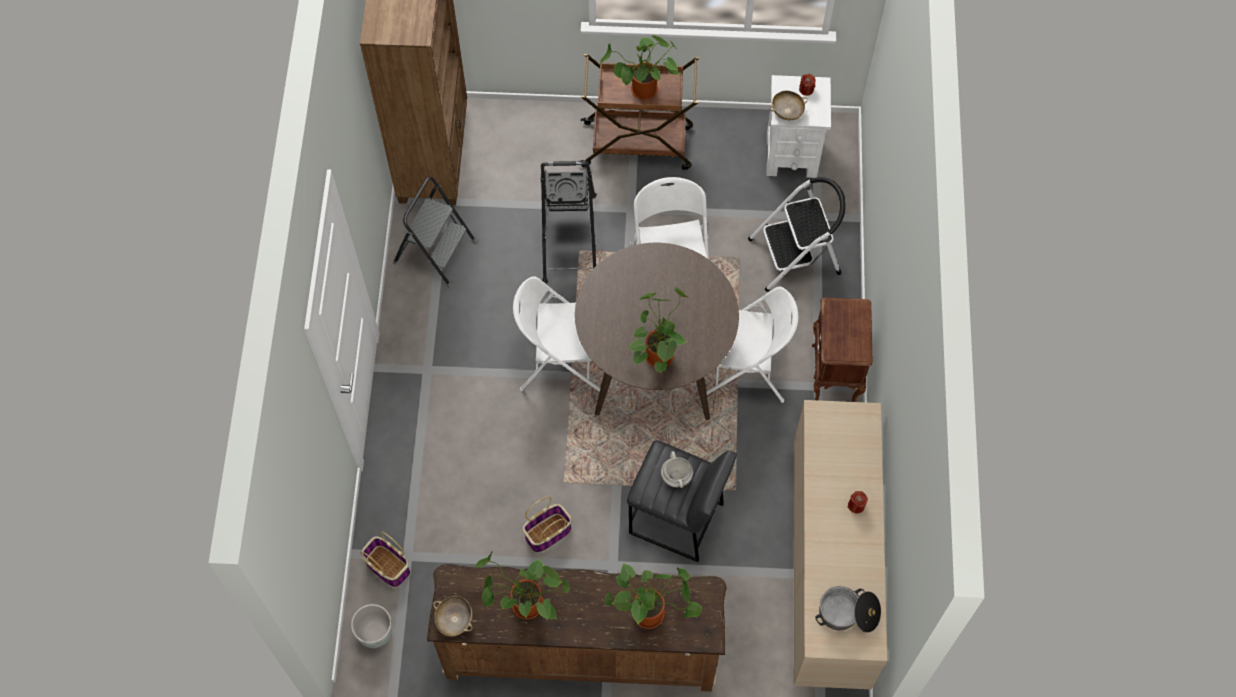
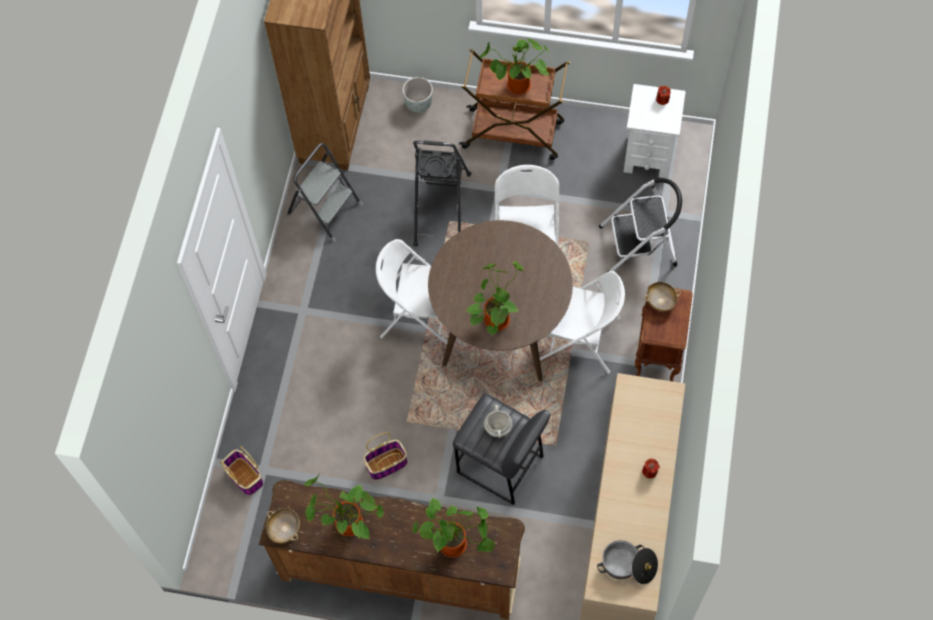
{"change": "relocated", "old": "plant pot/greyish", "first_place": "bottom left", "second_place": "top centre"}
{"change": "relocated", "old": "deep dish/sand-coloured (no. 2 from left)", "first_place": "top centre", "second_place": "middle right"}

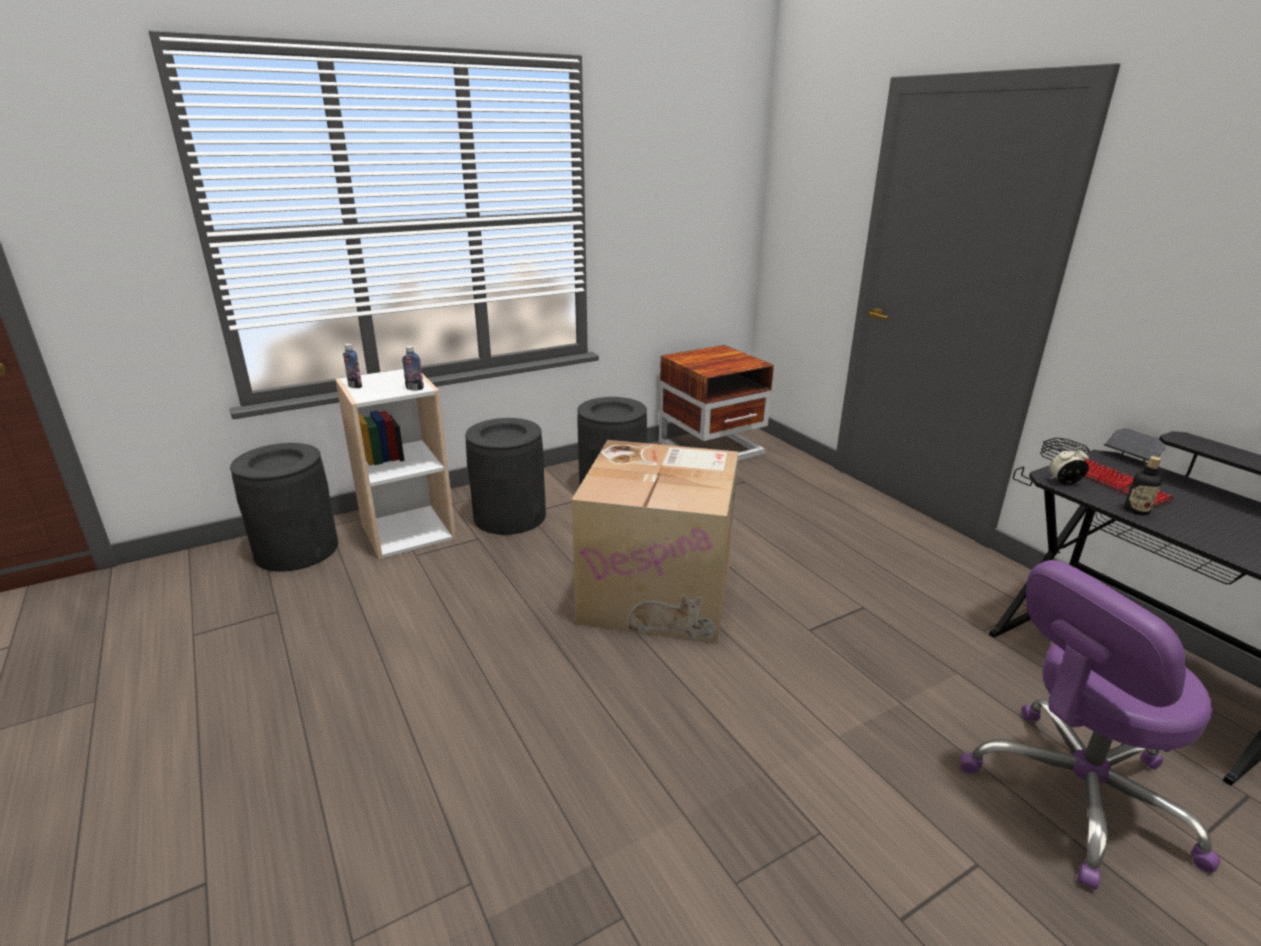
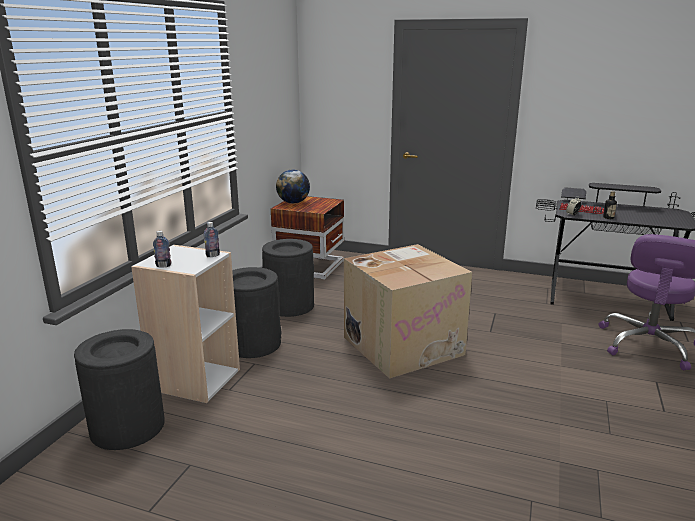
{"change": "appeared", "new": "globe", "second_place": "centre"}

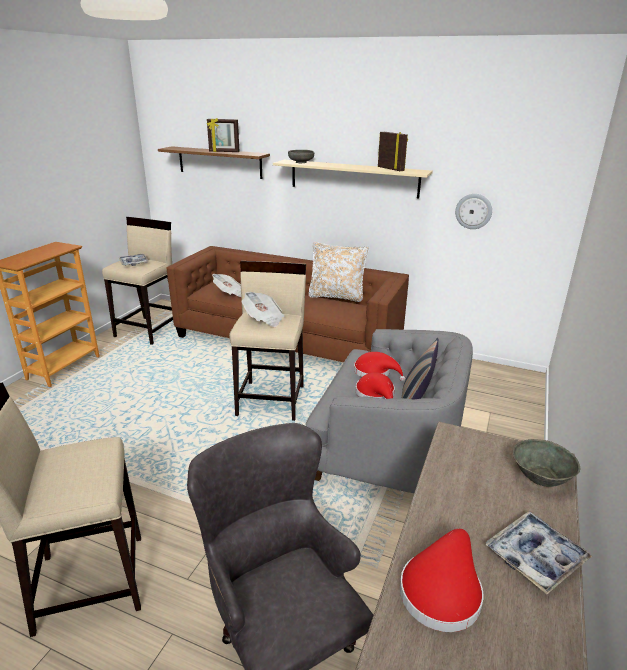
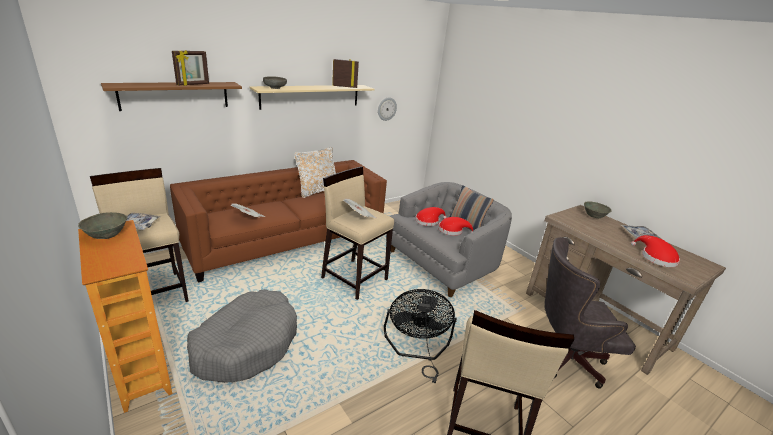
{"change": "appeared", "new": "deep dish/greyish (no. 1 from left)", "second_place": "middle left"}
{"change": "appeared", "new": "dog cushion/greyish", "second_place": "bottom left"}
{"change": "appeared", "new": "cooling fan/blackish", "second_place": "bottom centre"}

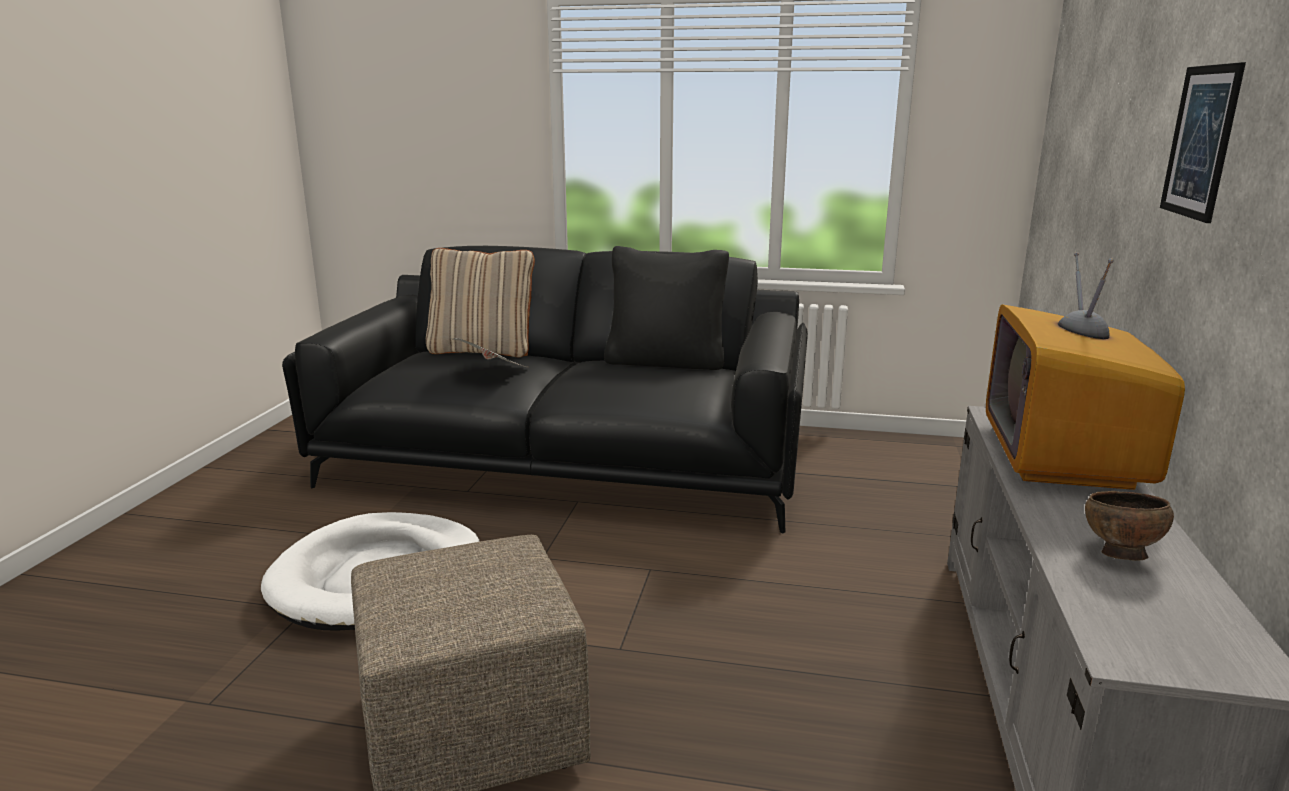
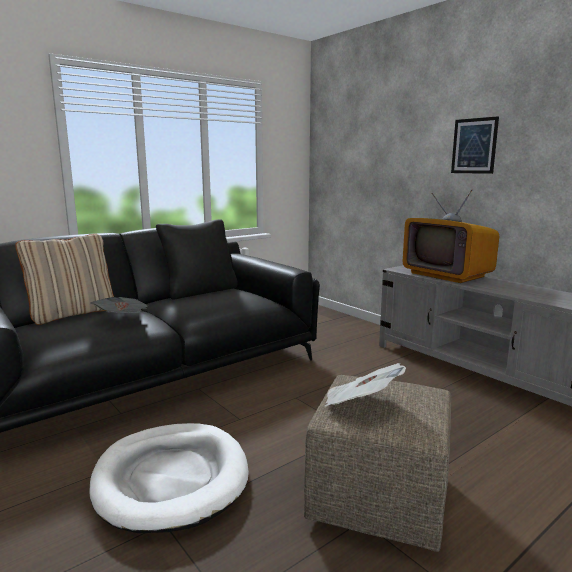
{"change": "missing", "old": "deep dish/brownish", "first_place": "middle right"}
{"change": "appeared", "new": "printed paper (no. 2 from left)", "second_place": "bottom centre"}

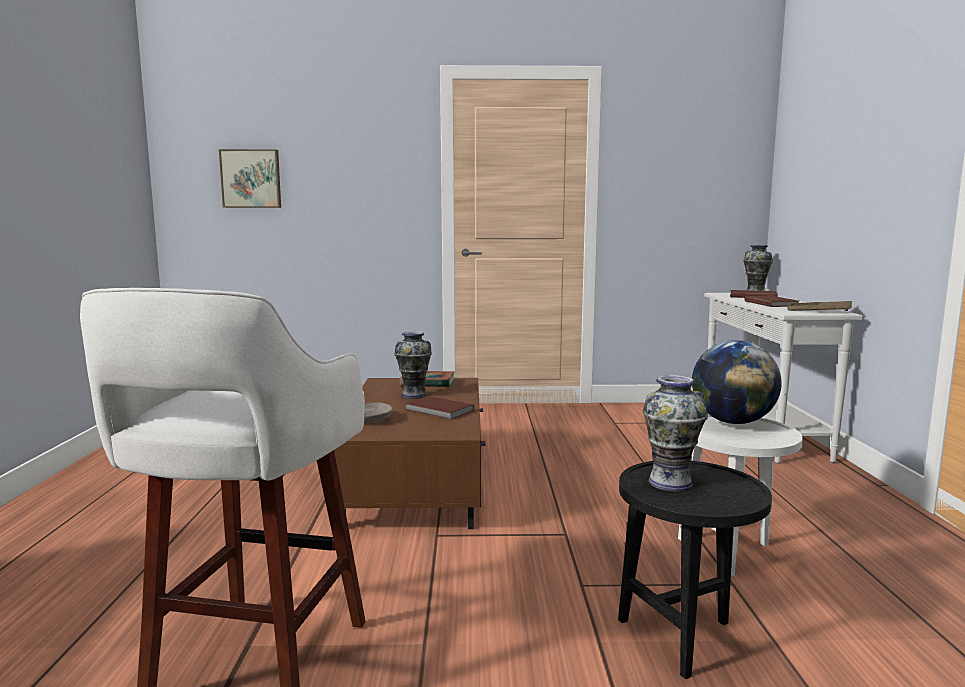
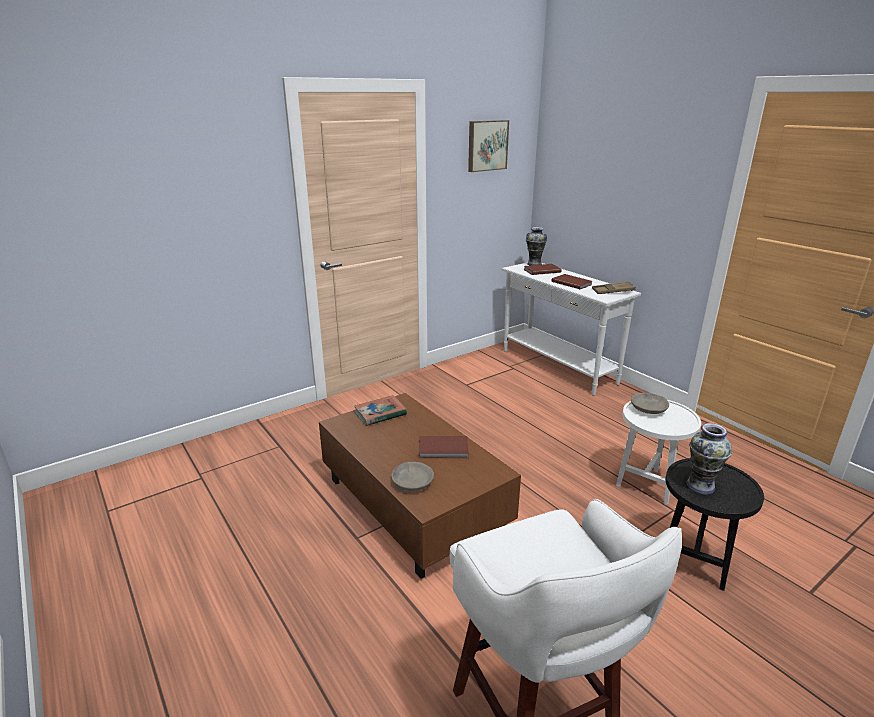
{"change": "missing", "old": "flower vase (no. 1 from left)", "first_place": "centre"}
{"change": "relocated", "old": "wall art", "first_place": "top left", "second_place": "top centre"}
{"change": "exchanged", "old": "globe", "new": "deep dish/greyish (no. 2 from left)", "first_place": "middle right", "second_place": "middle right"}

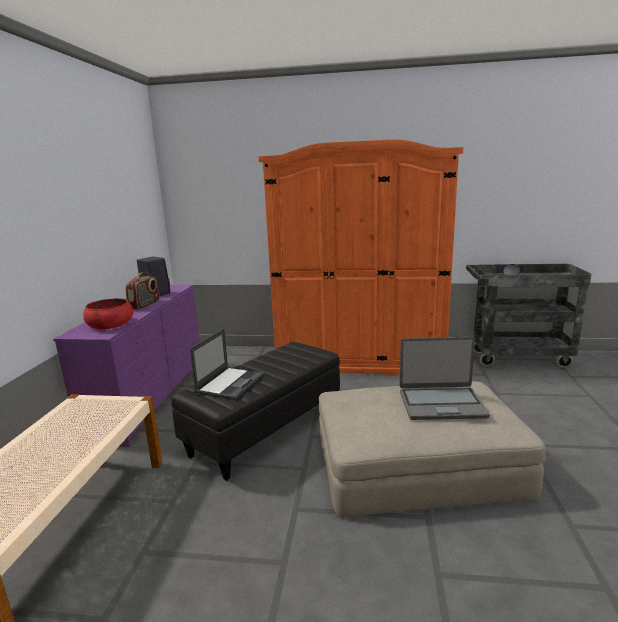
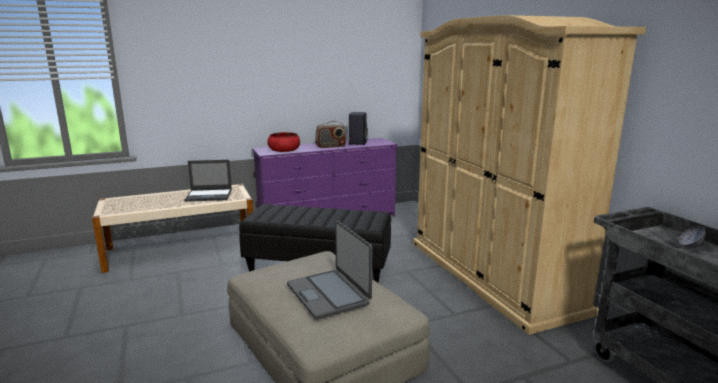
{"change": "relocated", "old": "notebook computer (no. 1 from left)", "first_place": "centre", "second_place": "middle left"}
{"change": "colour", "old": "clothes cupboard/orange", "new": "clothes cupboard/sand-coloured", "first_place": "centre", "second_place": "middle right"}

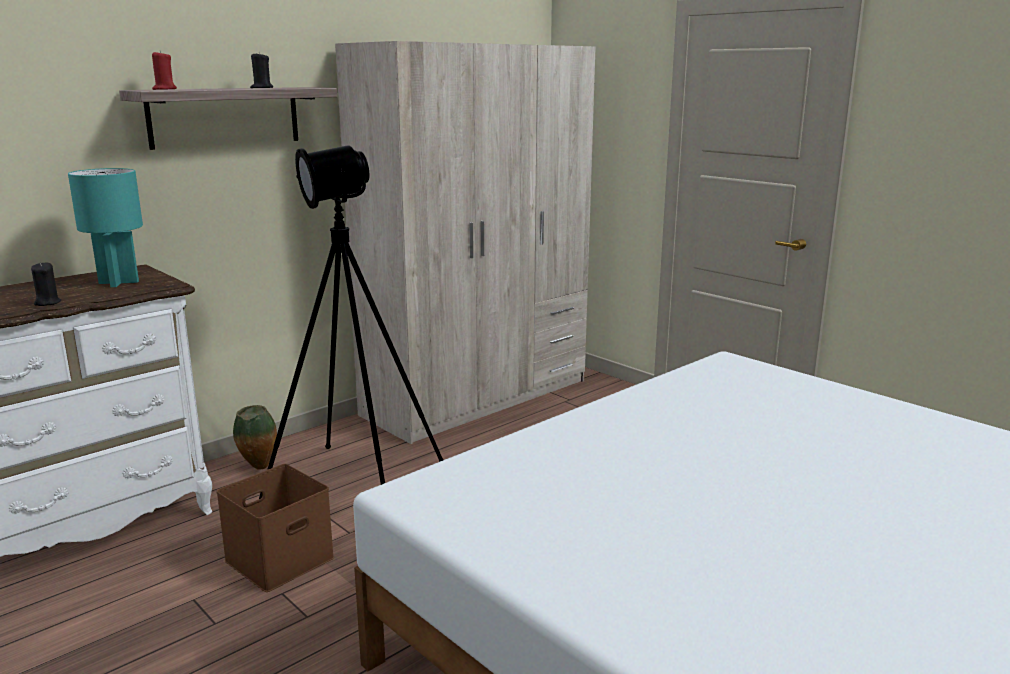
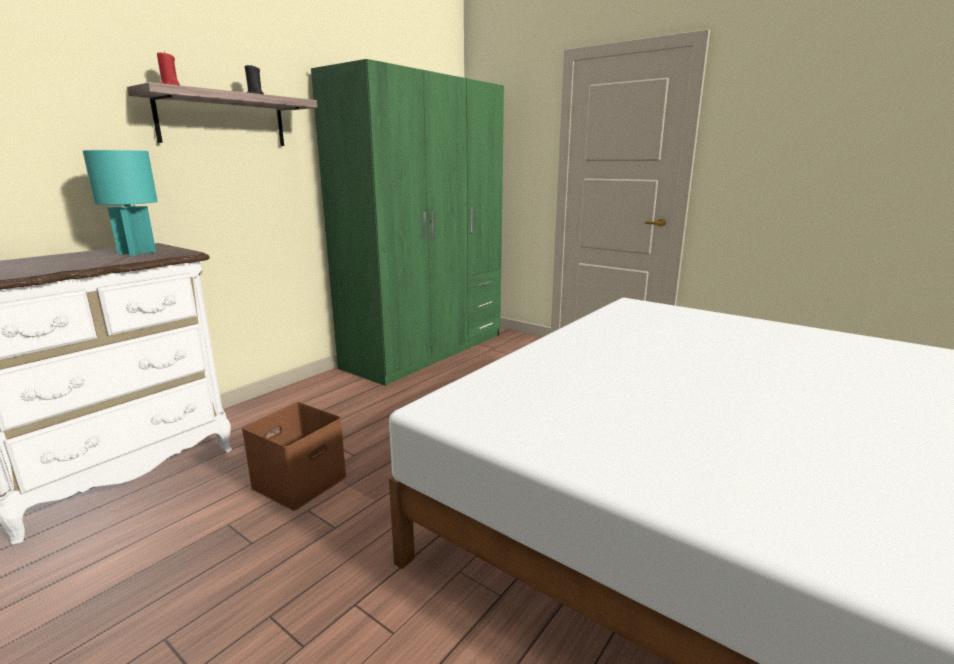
{"change": "missing", "old": "wax light/blackish (no. 1 from left)", "first_place": "middle left"}
{"change": "missing", "old": "flower vase", "first_place": "middle left"}
{"change": "missing", "old": "standard lamp/blackish", "first_place": "centre"}
{"change": "colour", "old": "clothes cupboard/sand-coloured", "new": "clothes cupboard/green-coloured", "first_place": "centre", "second_place": "centre"}

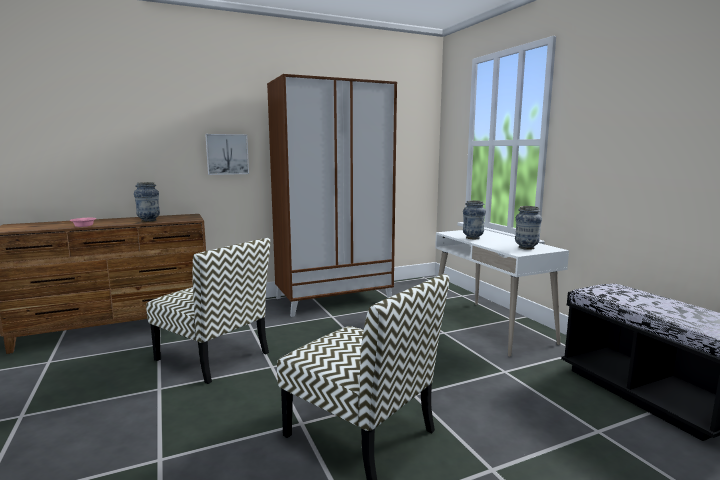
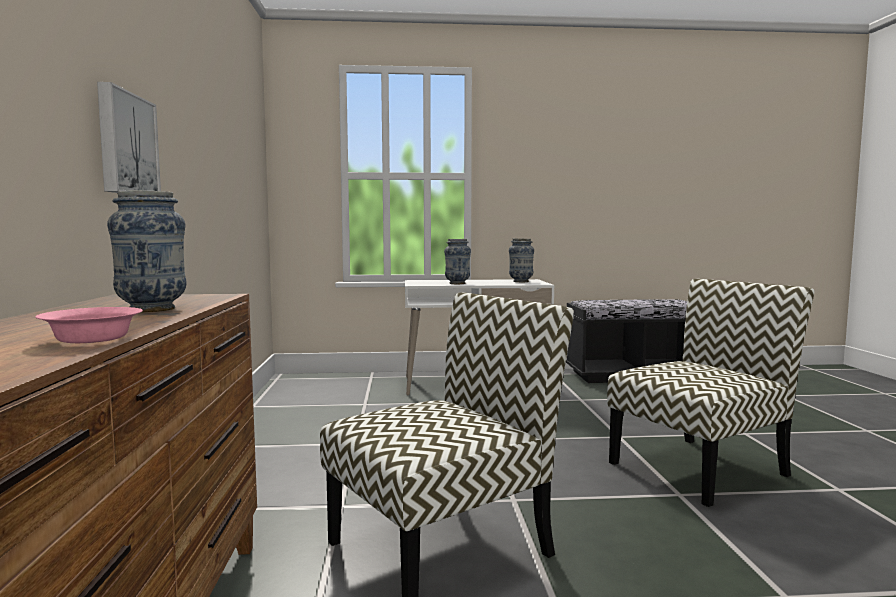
{"change": "missing", "old": "clothes cupboard/brownish", "first_place": "centre"}

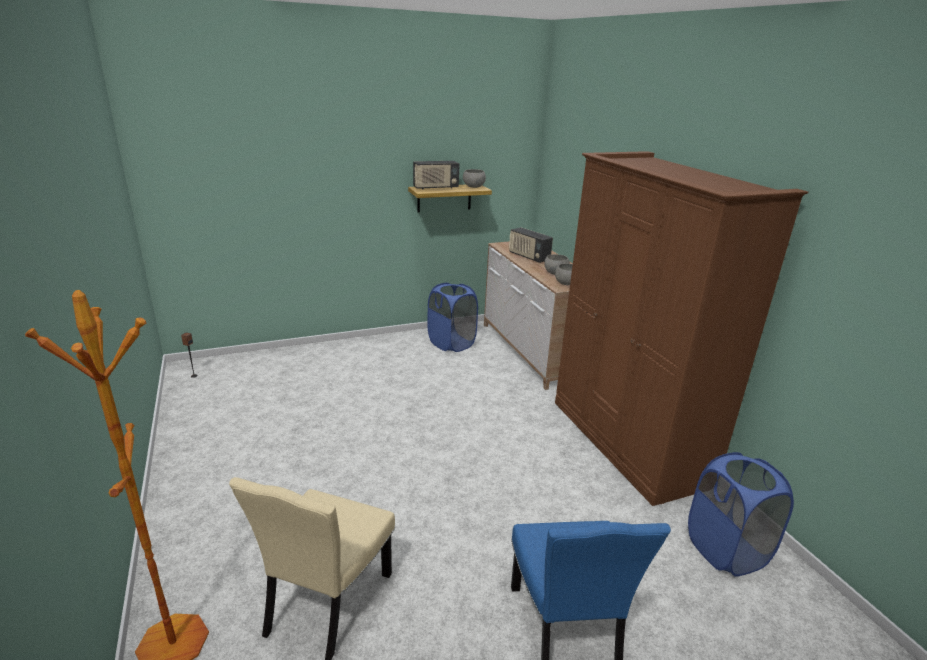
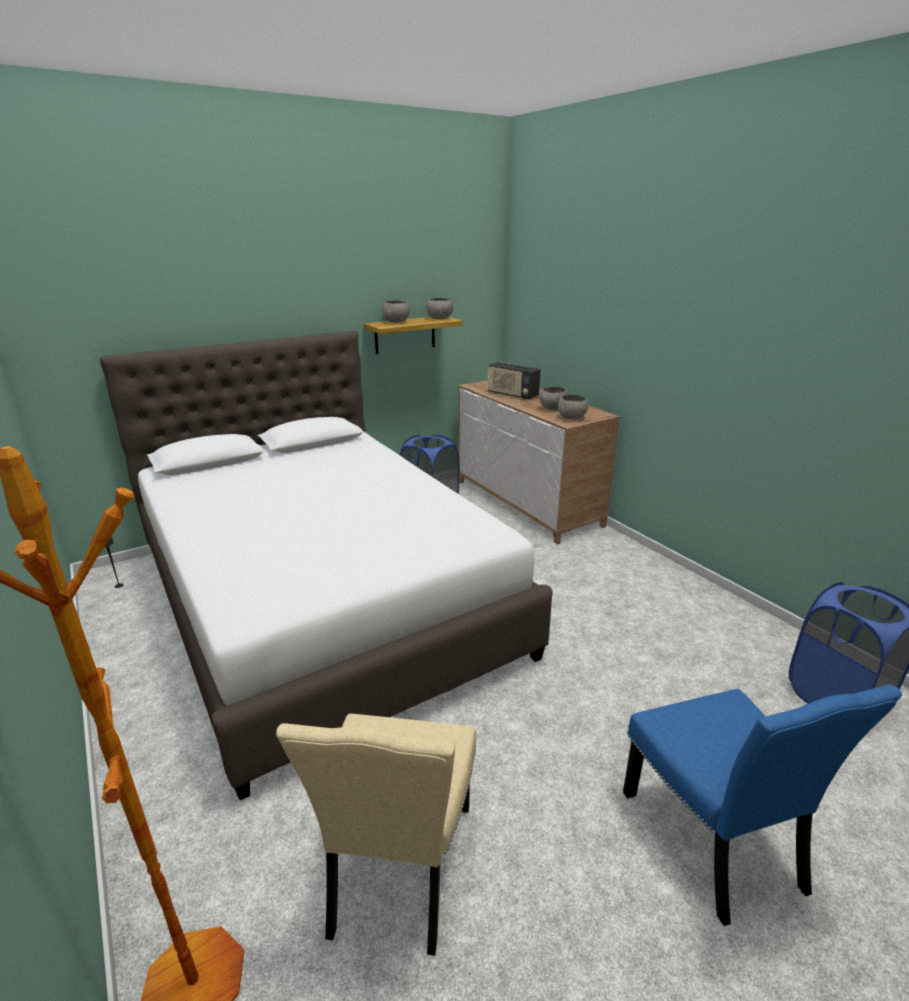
{"change": "missing", "old": "clothes cupboard/brownish", "first_place": "middle right"}
{"change": "appeared", "new": "bed/white", "second_place": "centre"}
{"change": "exchanged", "old": "radio receiver (no. 1 from left)", "new": "deep dish/greyish (no. 1 from left)", "first_place": "top centre", "second_place": "top centre"}

